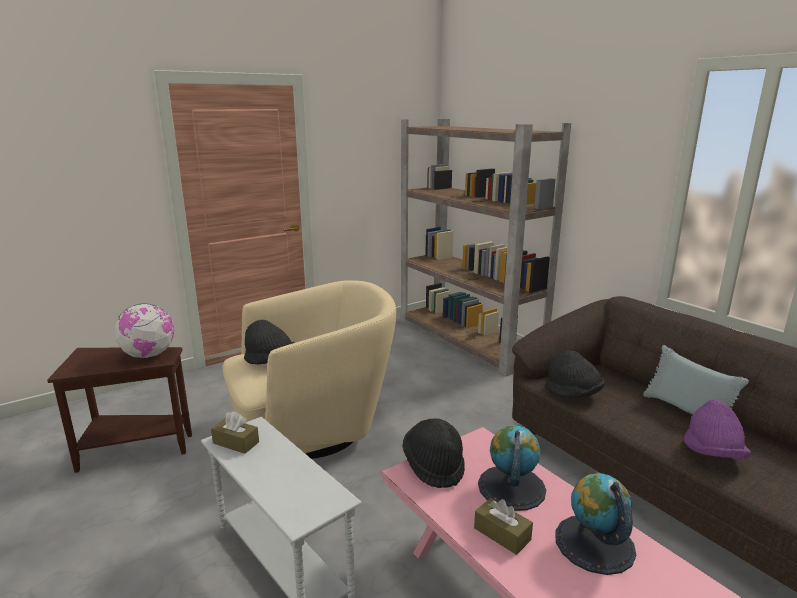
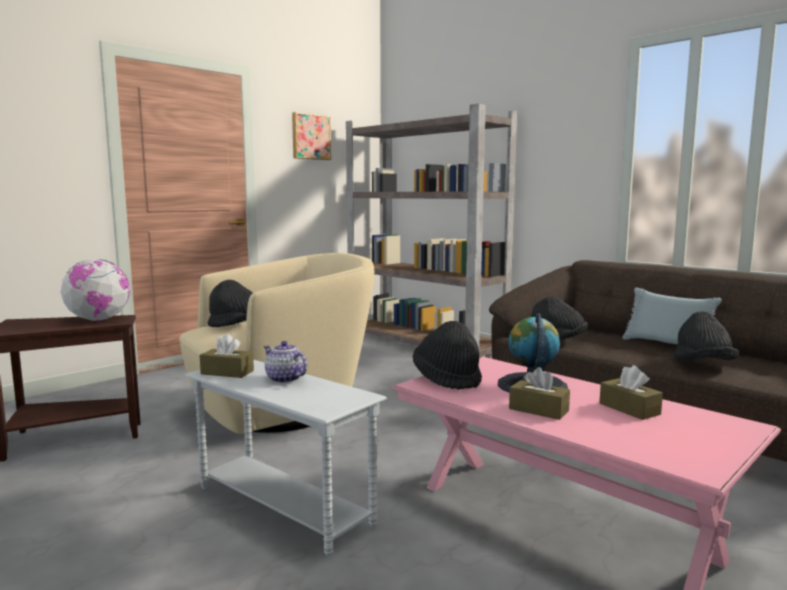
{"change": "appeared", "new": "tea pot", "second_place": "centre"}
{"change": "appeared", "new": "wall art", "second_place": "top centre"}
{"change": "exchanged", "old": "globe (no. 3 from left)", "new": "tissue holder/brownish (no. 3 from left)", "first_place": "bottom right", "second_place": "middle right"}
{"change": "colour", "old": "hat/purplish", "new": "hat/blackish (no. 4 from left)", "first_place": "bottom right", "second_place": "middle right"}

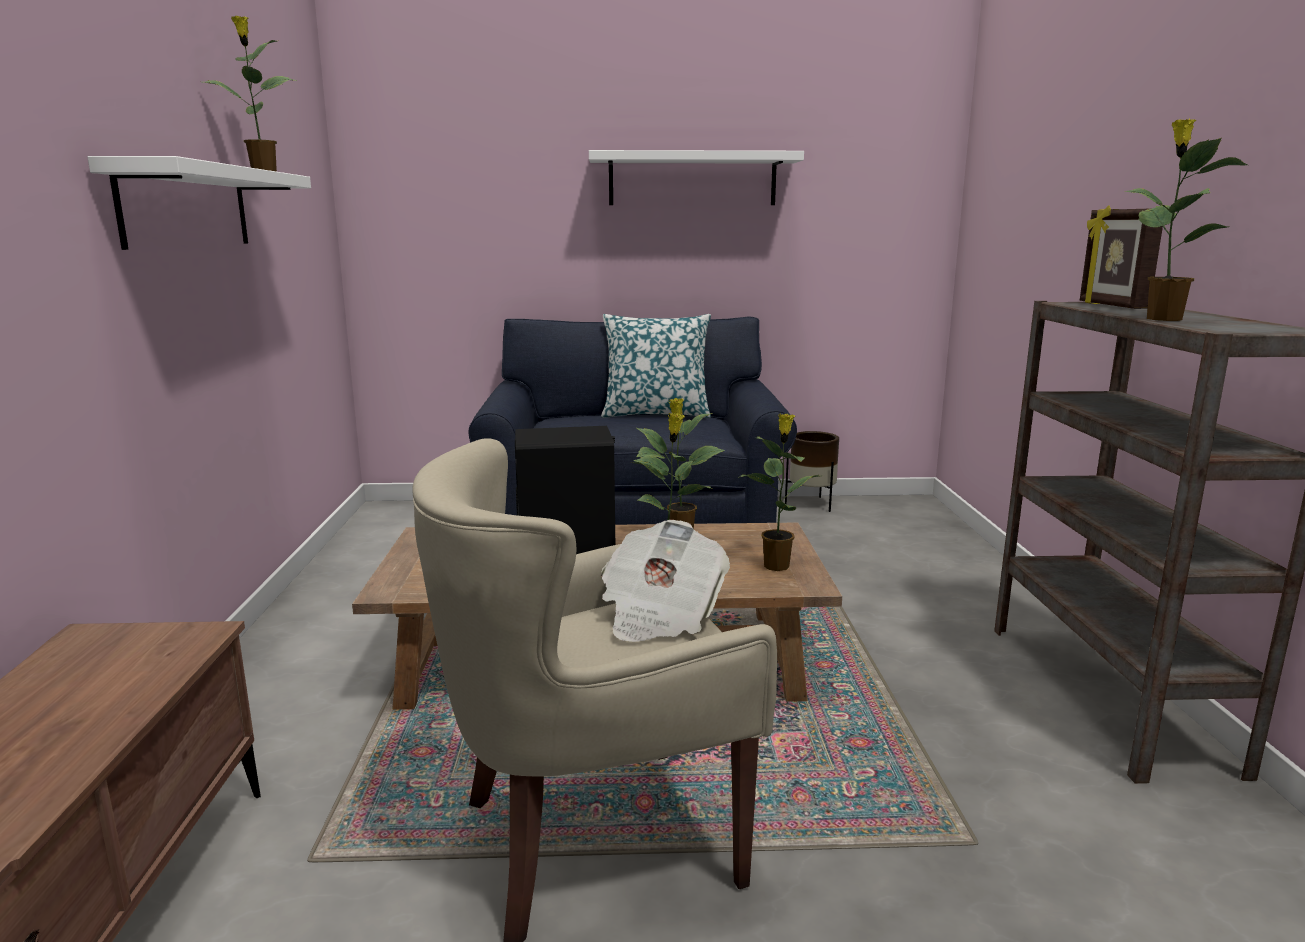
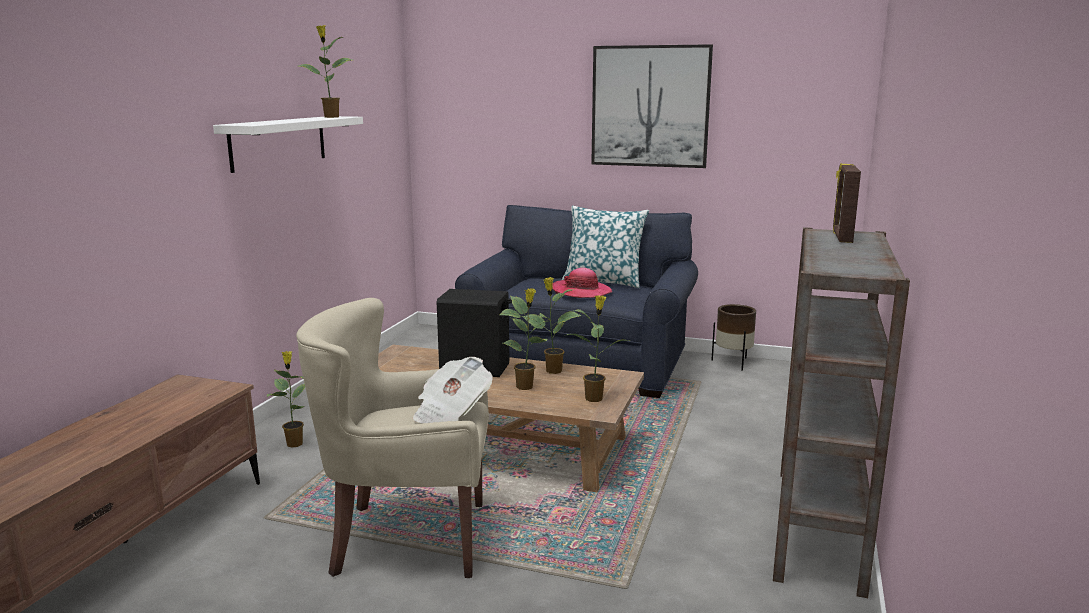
{"change": "appeared", "new": "hat", "second_place": "centre"}
{"change": "relocated", "old": "houseplant (no. 5 from left in the first image)", "new": "houseplant (no. 1 from left)", "first_place": "top right", "second_place": "middle left"}
{"change": "exchanged", "old": "wall shelf/white (no. 2 from left)", "new": "wall art", "first_place": "top centre", "second_place": "top centre"}

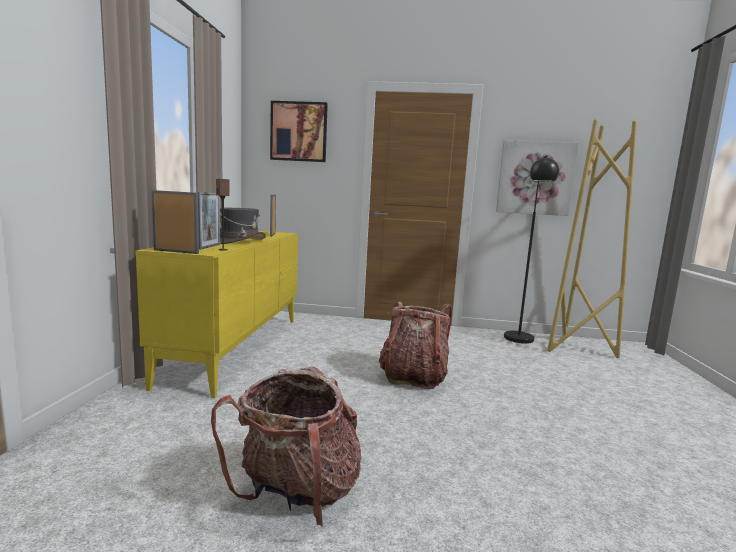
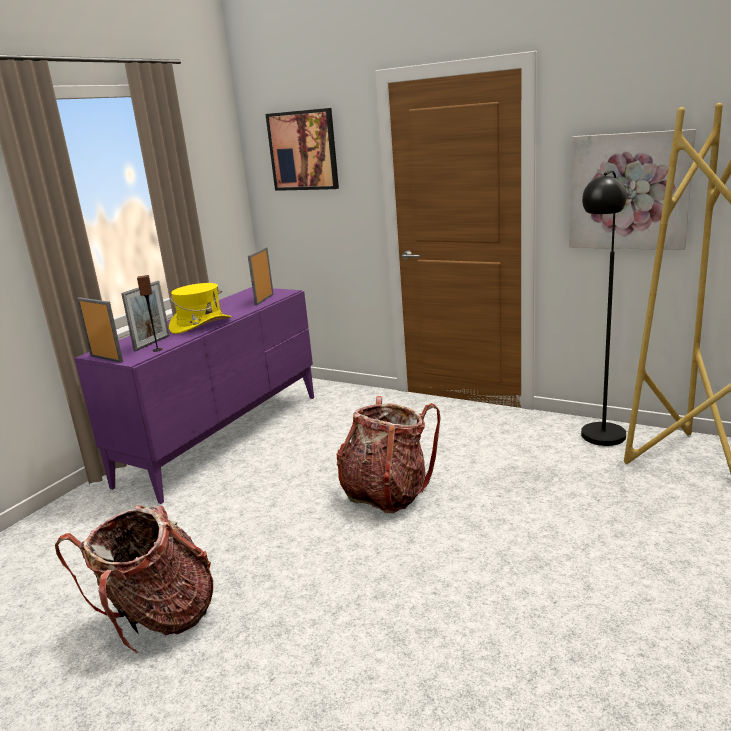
{"change": "colour", "old": "chest of drawers/yellow-coloured", "new": "chest of drawers/purplish", "first_place": "middle left", "second_place": "middle left"}
{"change": "colour", "old": "hat/greyish", "new": "hat/yellow-coloured", "first_place": "middle left", "second_place": "middle left"}

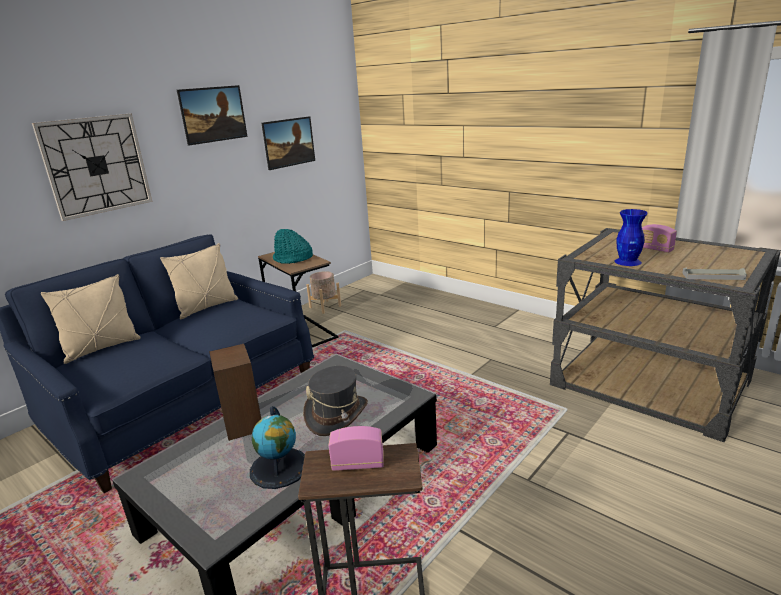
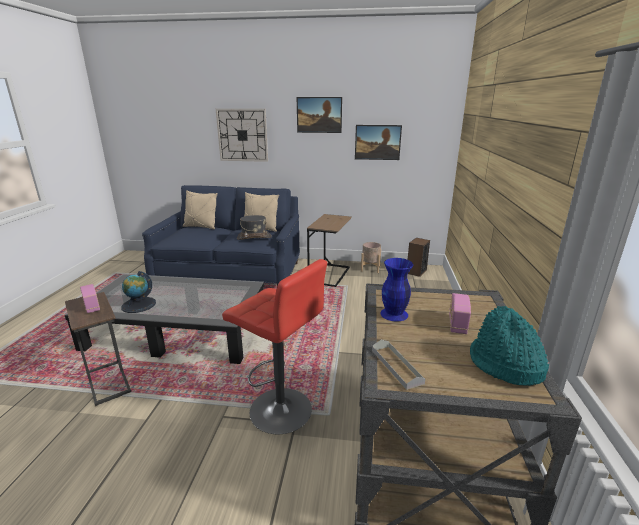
{"change": "appeared", "new": "sitting stool/red-coloured", "second_place": "centre"}
{"change": "relocated", "old": "speaker", "first_place": "middle left", "second_place": "centre"}
{"change": "relocated", "old": "hat/blue-green", "first_place": "centre", "second_place": "middle right"}
{"change": "relocated", "old": "hat/greyish", "first_place": "bottom centre", "second_place": "centre"}

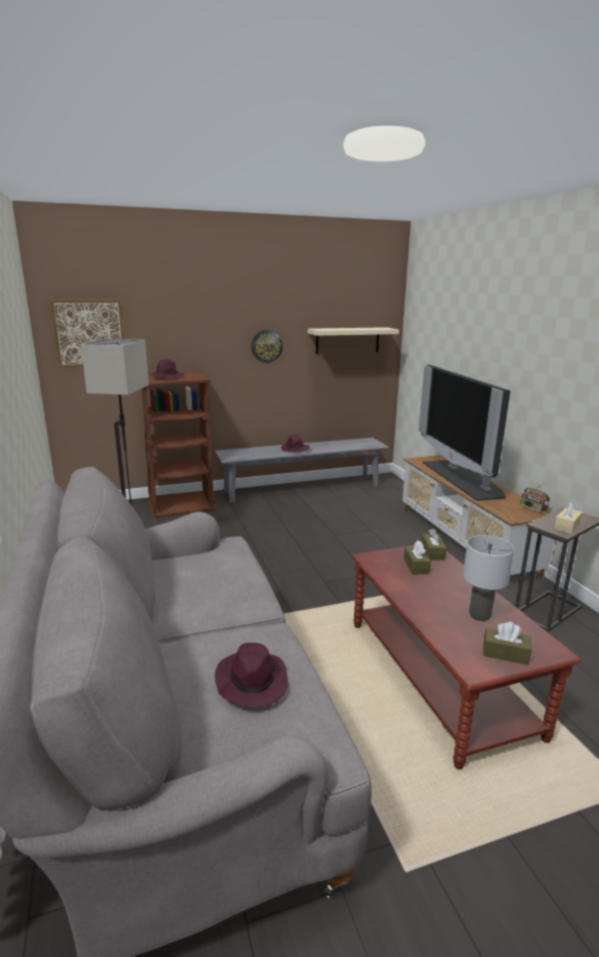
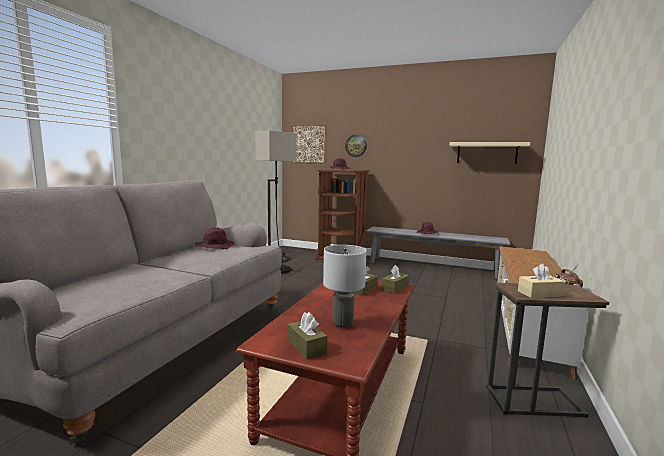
{"change": "missing", "old": "TV set", "first_place": "middle right"}
{"change": "relocated", "old": "hat/purplish (no. 2 from left in the first image)", "new": "hat/purplish (no. 1 from left)", "first_place": "bottom centre", "second_place": "middle left"}
{"change": "relocated", "old": "hanging clock", "first_place": "centre", "second_place": "top centre"}

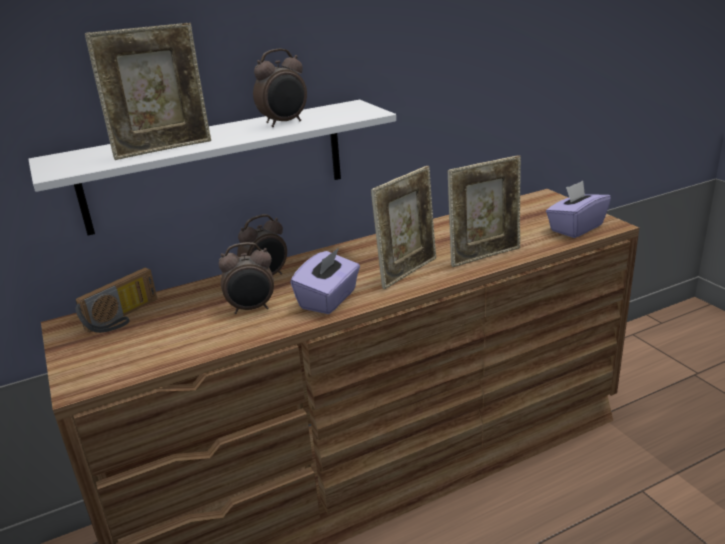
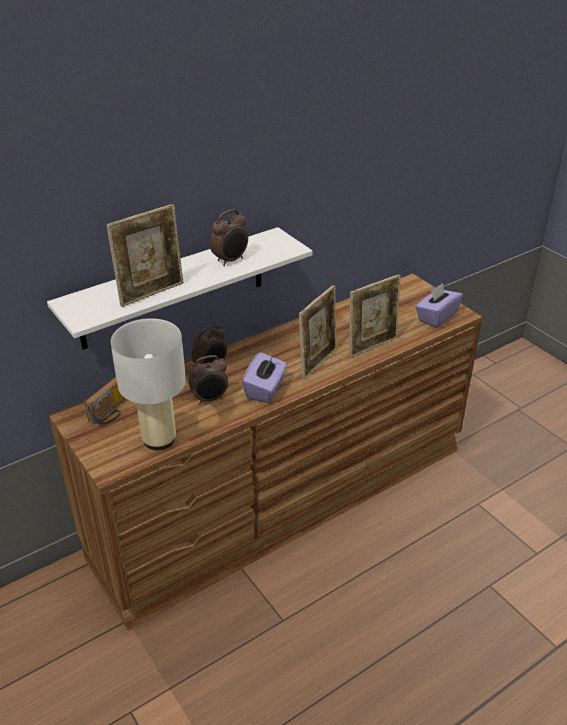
{"change": "appeared", "new": "tabletop lamp/white", "second_place": "middle left"}

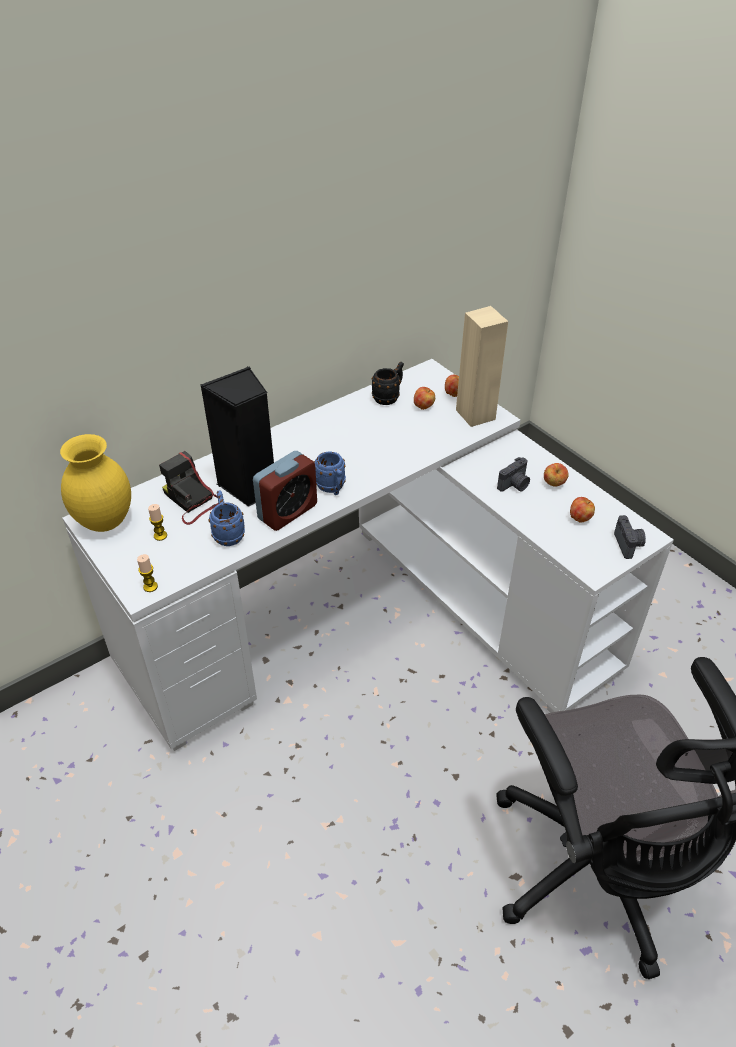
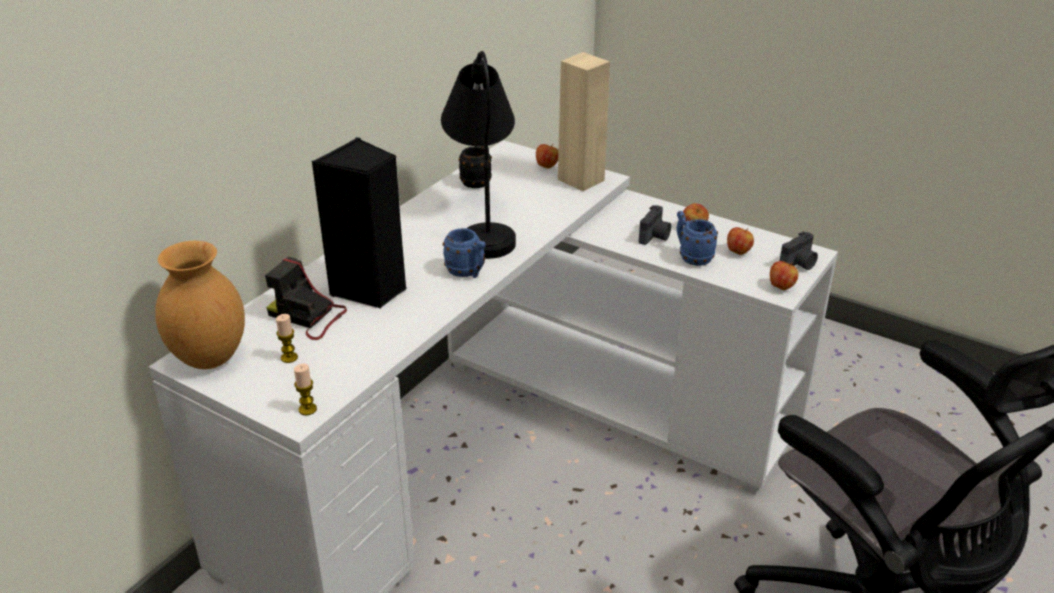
{"change": "missing", "old": "alarm clock", "first_place": "centre"}
{"change": "appeared", "new": "tabletop lamp/blackish", "second_place": "top centre"}
{"change": "relocated", "old": "tea mug/blue-coloured (no. 1 from left in the first image)", "new": "tea mug/blue-coloured (no. 2 from left)", "first_place": "middle left", "second_place": "centre"}
{"change": "relocated", "old": "apple (no. 1 from left in the first image)", "new": "apple (no. 4 from left)", "first_place": "centre", "second_place": "middle right"}
{"change": "colour", "old": "flower vase/yellow-coloured", "new": "flower vase/brownish", "first_place": "middle left", "second_place": "middle left"}
{"change": "spun", "old": "still camera (no. 3 from left)", "first_place": "middle right", "second_place": "middle right", "degrees": 75}

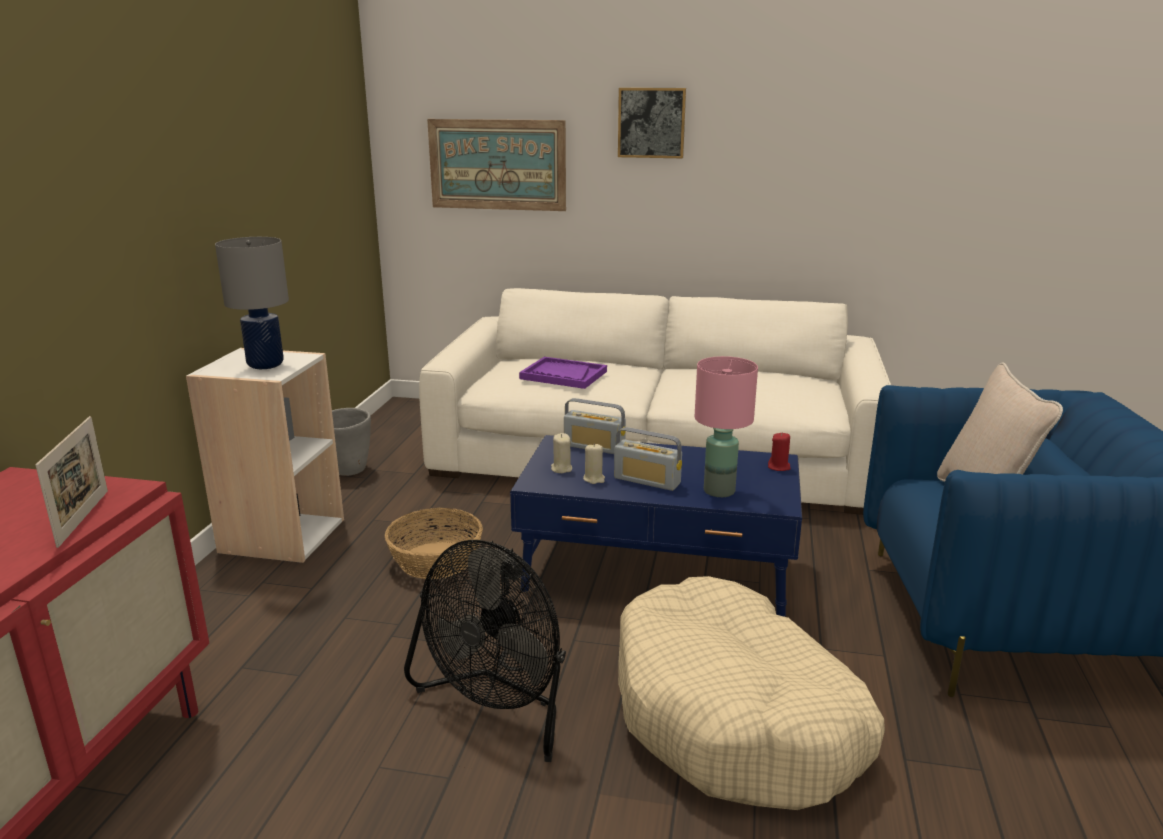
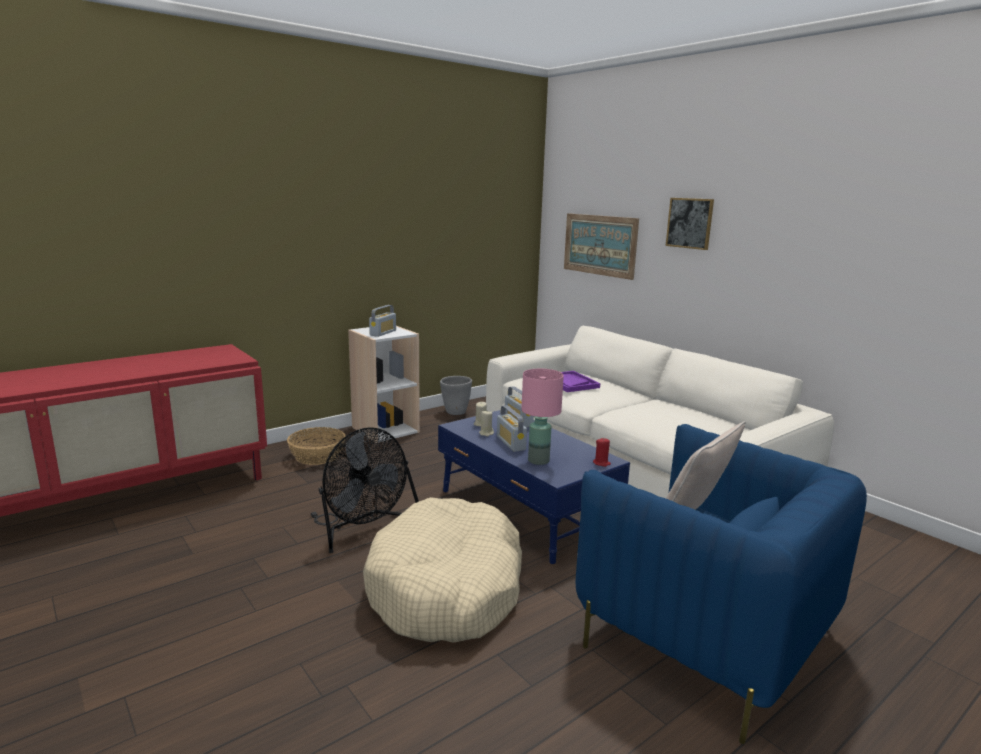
{"change": "missing", "old": "standing frame", "first_place": "middle left"}
{"change": "relocated", "old": "storage basket", "first_place": "centre", "second_place": "middle left"}
{"change": "exchanged", "old": "tabletop lamp/greyish", "new": "radio receiver (no. 1 from left)", "first_place": "middle left", "second_place": "centre"}
{"change": "spun", "old": "cooling fan/blackish", "first_place": "bottom centre", "second_place": "centre", "degrees": -120}

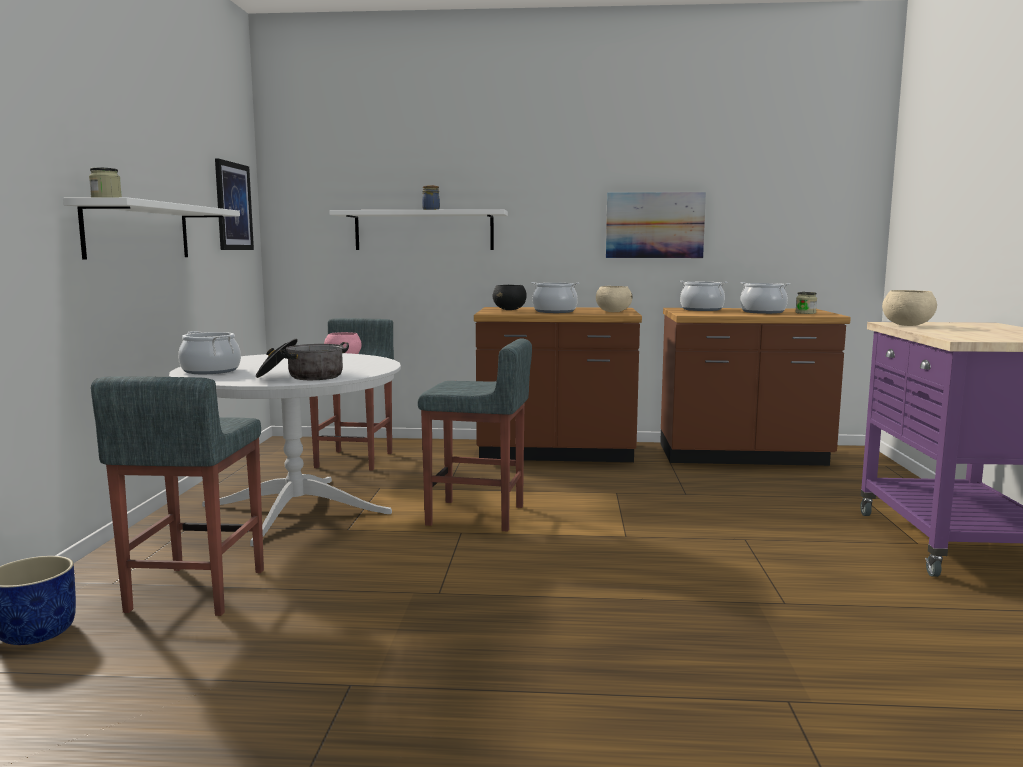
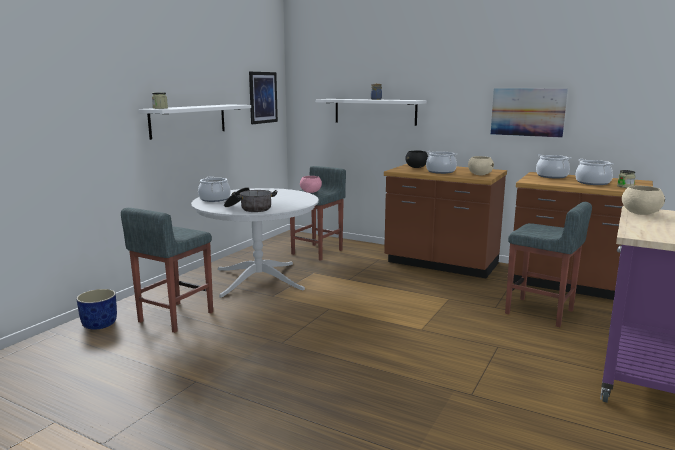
{"change": "relocated", "old": "sitting stool/greyish (no. 3 from left)", "first_place": "centre", "second_place": "middle right"}

